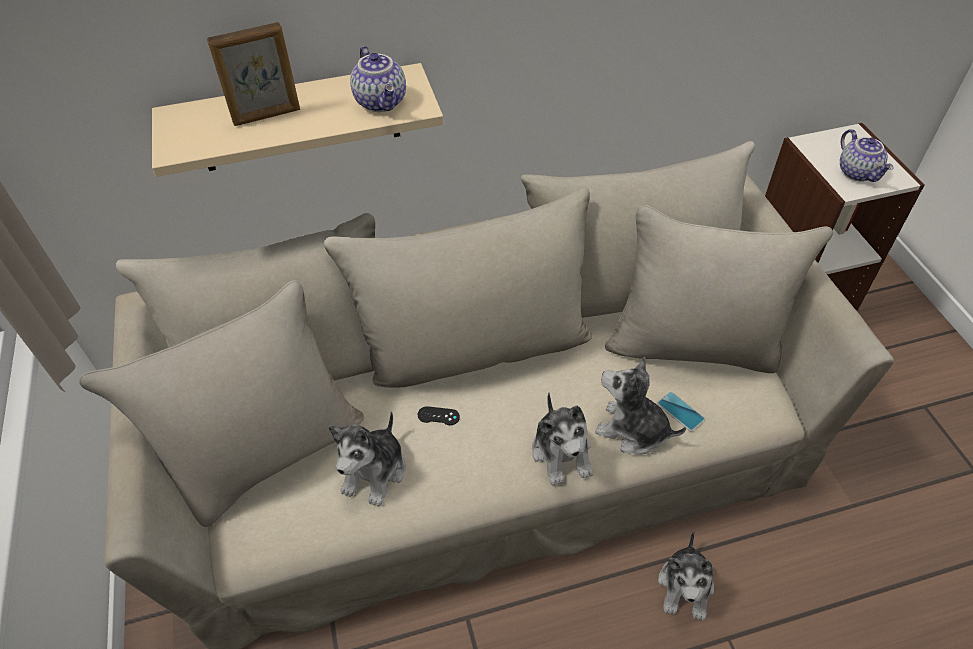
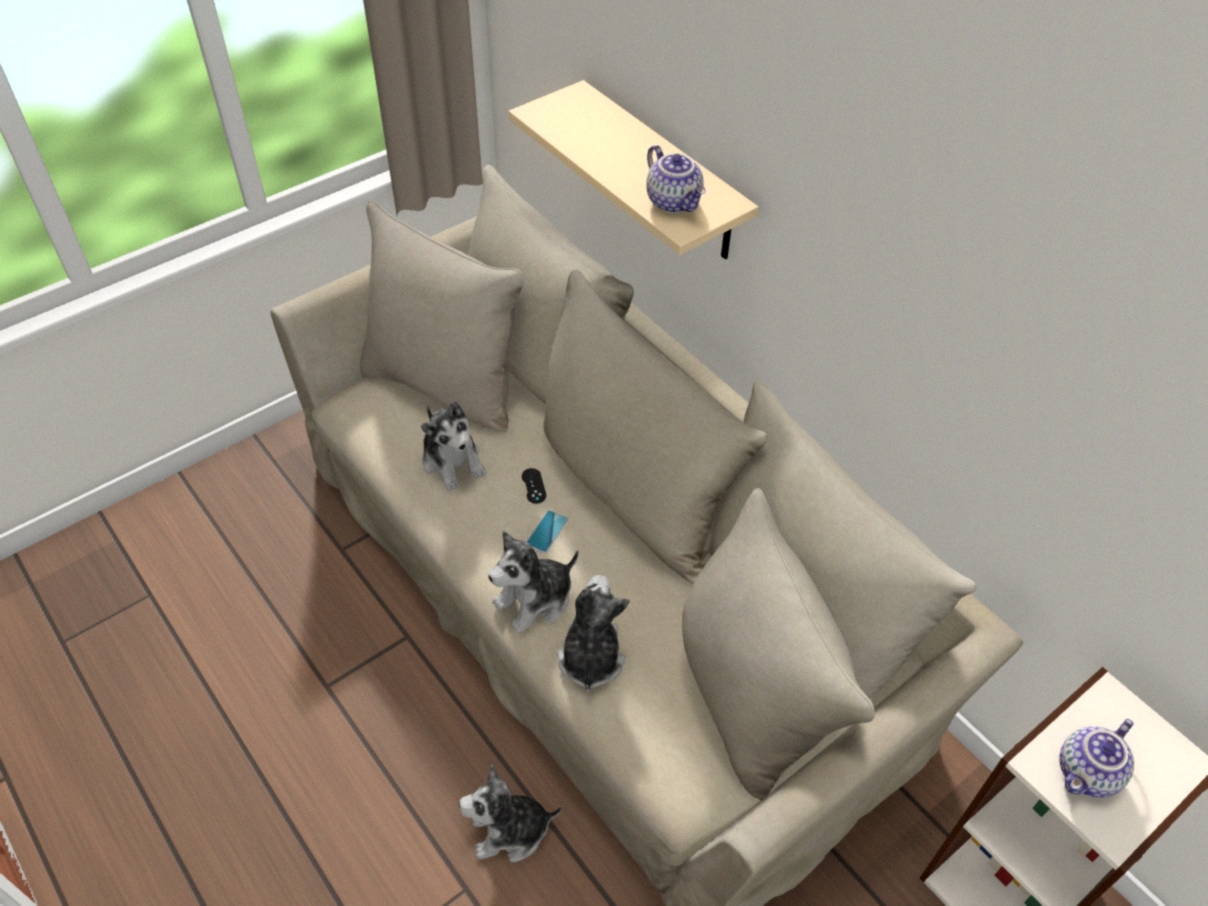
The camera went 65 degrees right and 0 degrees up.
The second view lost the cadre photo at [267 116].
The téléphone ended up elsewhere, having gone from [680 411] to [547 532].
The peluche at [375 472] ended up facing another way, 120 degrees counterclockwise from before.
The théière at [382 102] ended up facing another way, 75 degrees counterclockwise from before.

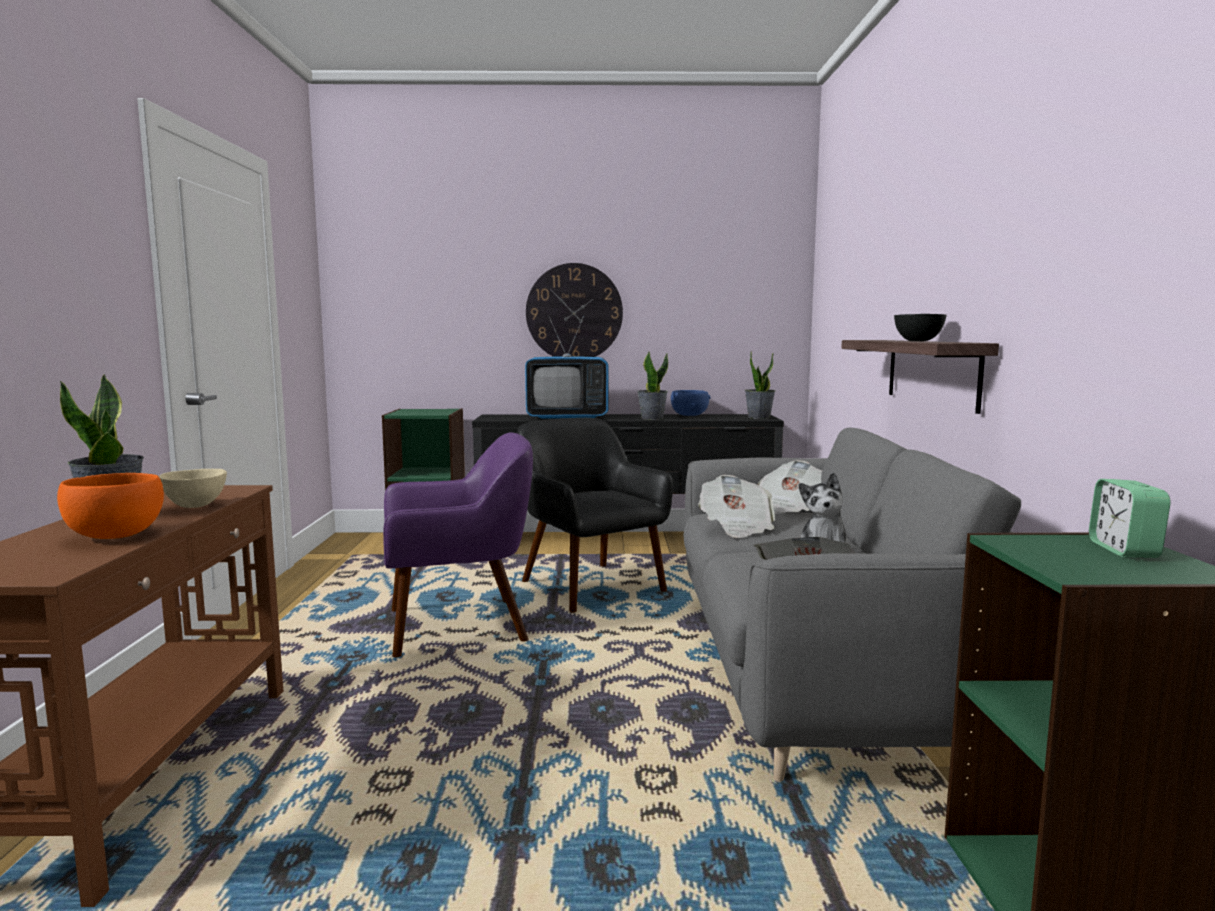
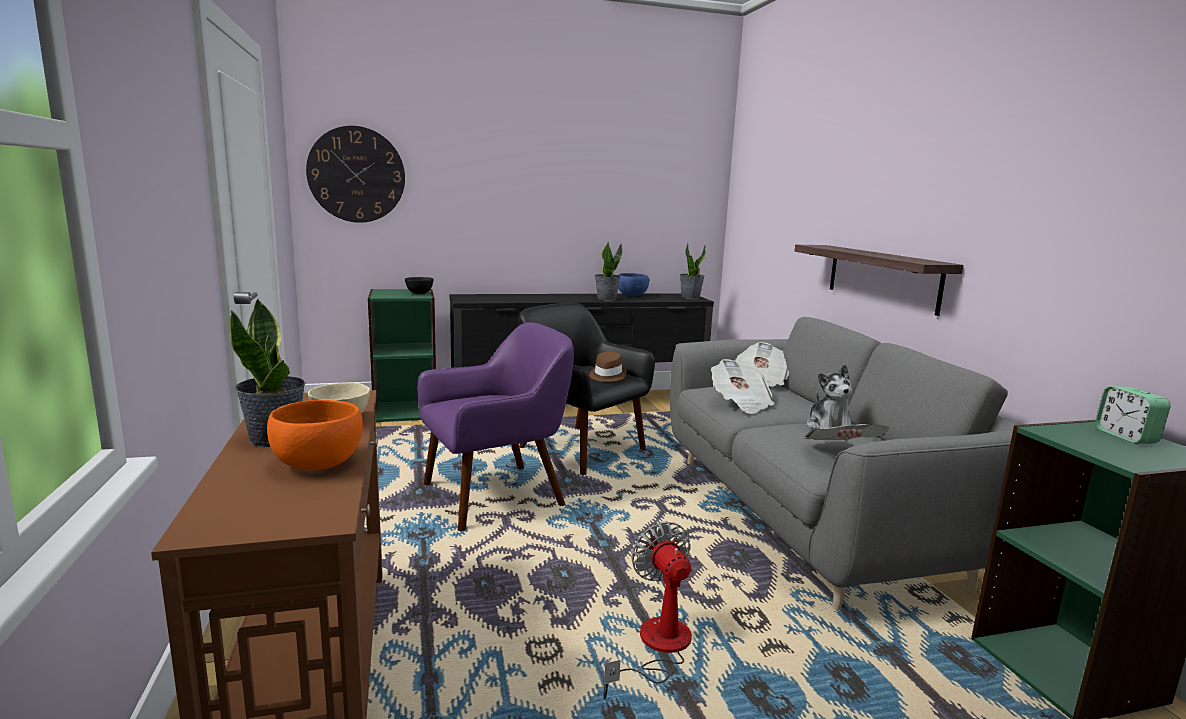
The camera went 15 degrees left and 5 degrees up.
The second view lost the téléviseur at [567 417].
The second view gained the chapeau/marron at [607 375].
The second view gained the ventilateur at [656 648].
The horloge murale ended up elsewhere, having gone from [574 312] to [356 174].
The bol/noir ended up elsewhere, having gone from [918 341] to [419 294].

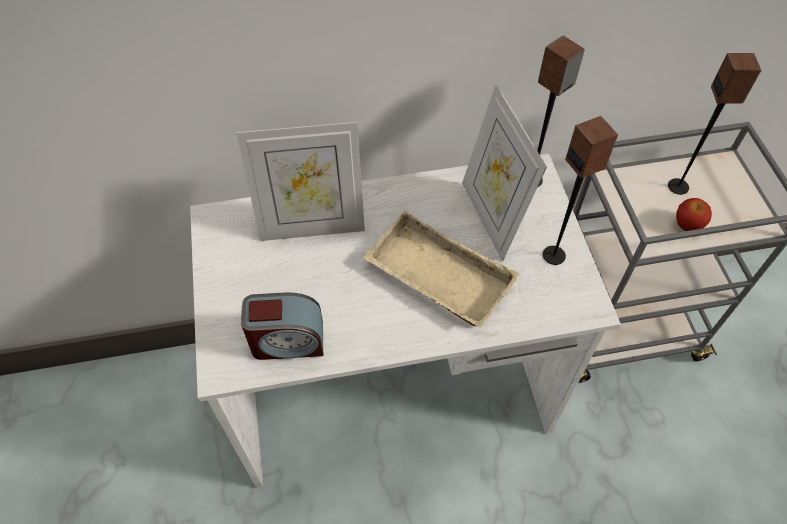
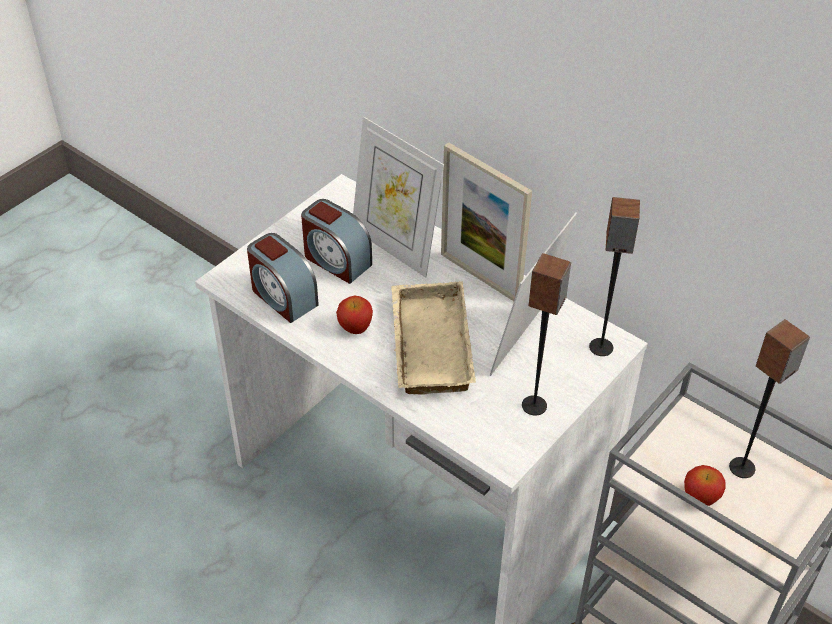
The camera went 50 degrees right and 10 degrees down.
The second view gained the réveil at [336 260].
The second view gained the pomme at [355 327].
The second view gained the cadre photo at [480 277].

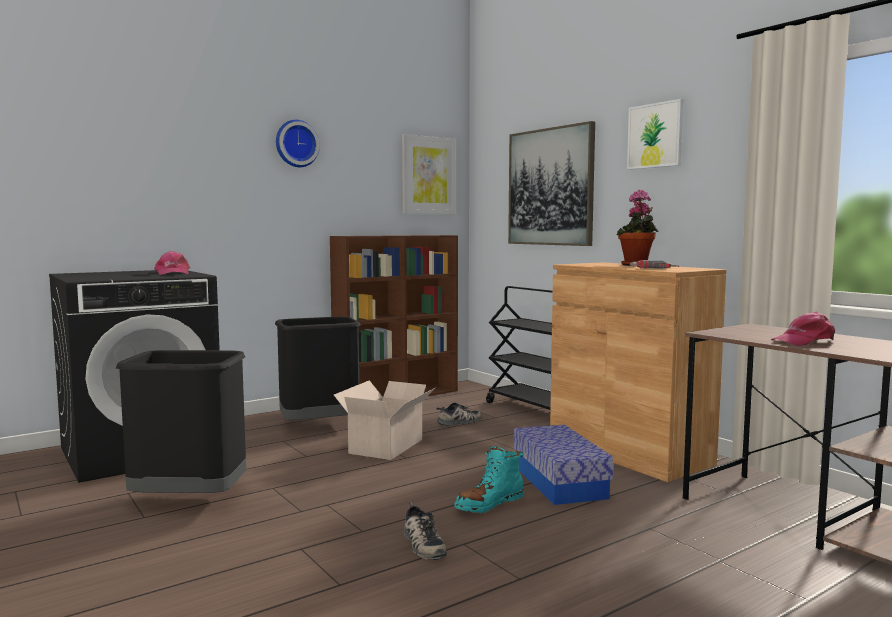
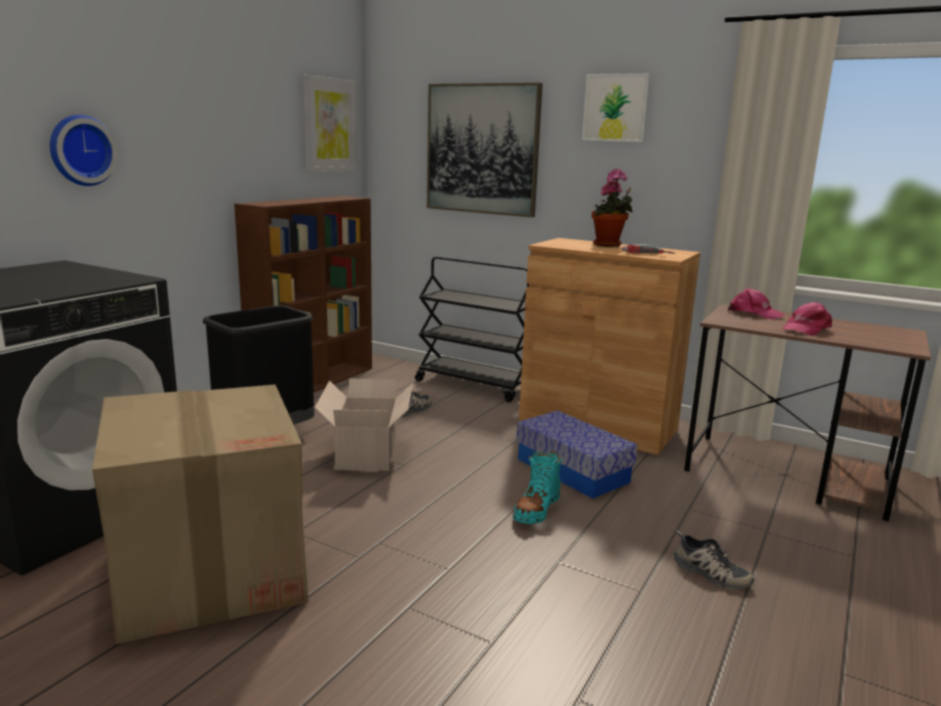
The camera went 25 degrees left and 10 degrees up.
The casquette/rose ended up elsewhere, having gone from [172 273] to [754 313].
The horloge murale ended up elsewhere, having gone from [296 144] to [80 150].
The chaussure ended up elsewhere, having gone from [422 544] to [709 573].
Where the poubelle/noir stood at [190 500], the carton came to stand at [211 571].

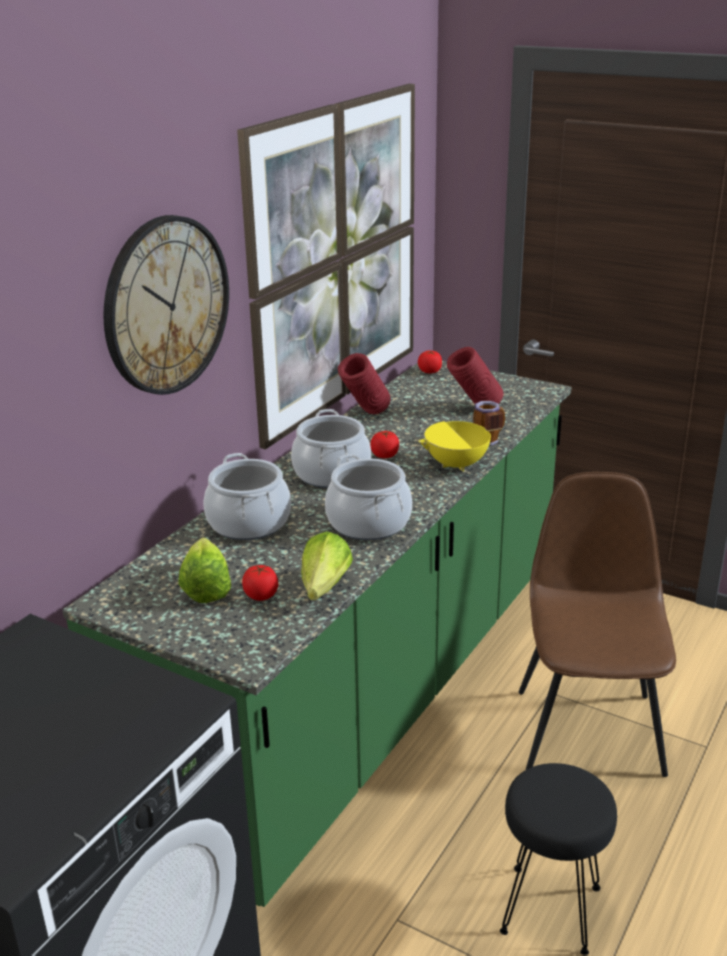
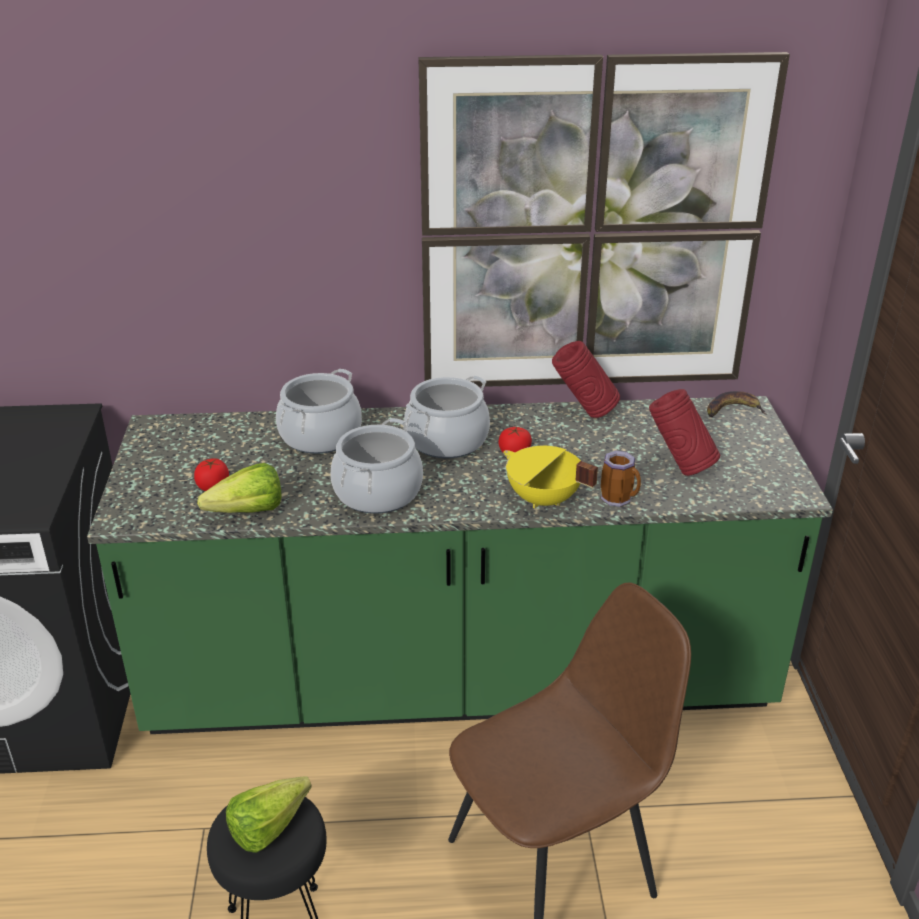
The camera went 55 degrees right and 5 degrees up.
The second view lost the horloge murale at [166 305].
The laitue ended up elsewhere, having gone from [208 585] to [275 825].
Where the tomate stood at [430 371], the banane came to stand at [733 410].

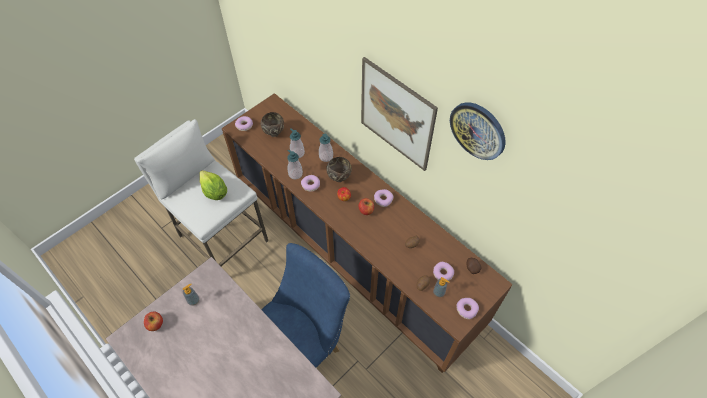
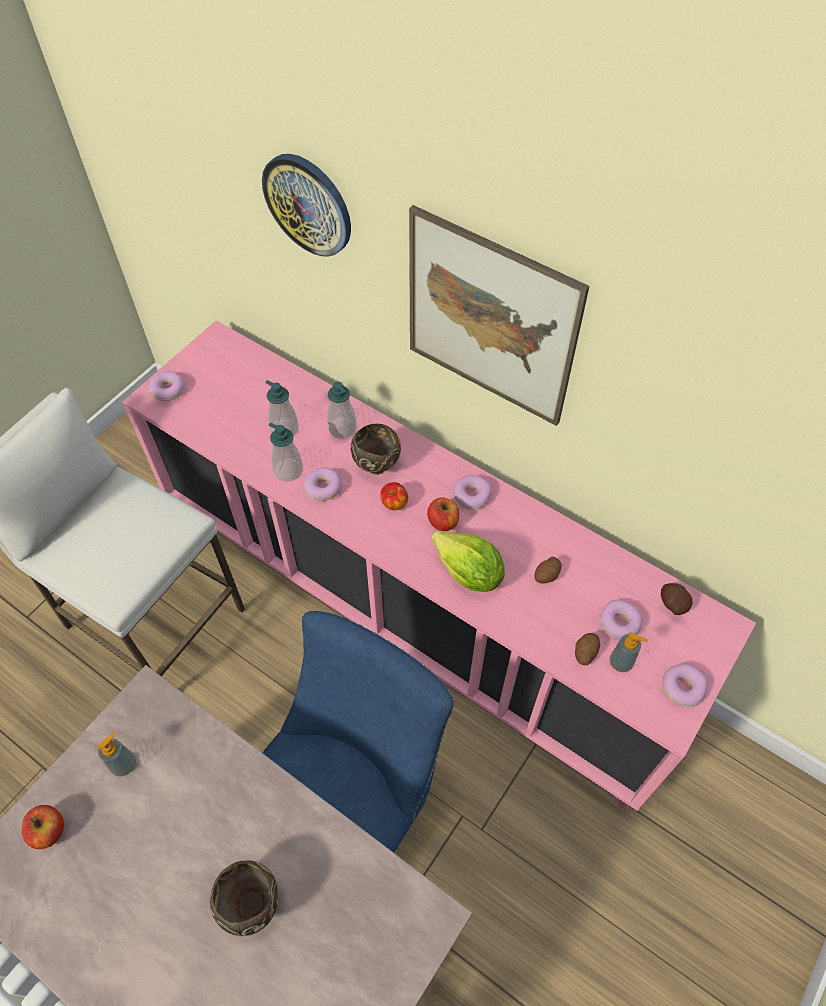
The camera went 10 degrees left and 0 degrees up.
The laitue ended up elsewhere, having gone from [214 192] to [468 574].
The bol/marron ended up elsewhere, having gone from [274 133] to [250 903].
The horloge murale ended up elsewhere, having gone from [478 130] to [308 204].
What was the meuble de rangement/marron at [353 253] turned into the meuble de rangement/rose at [413 607].

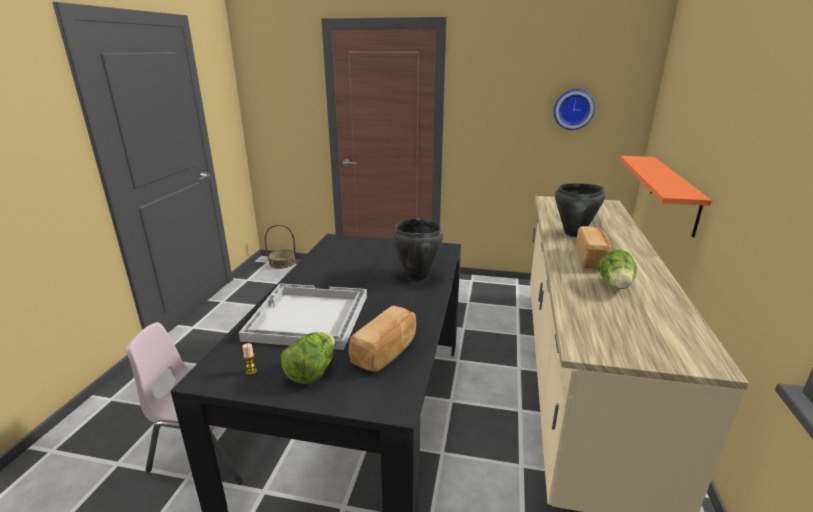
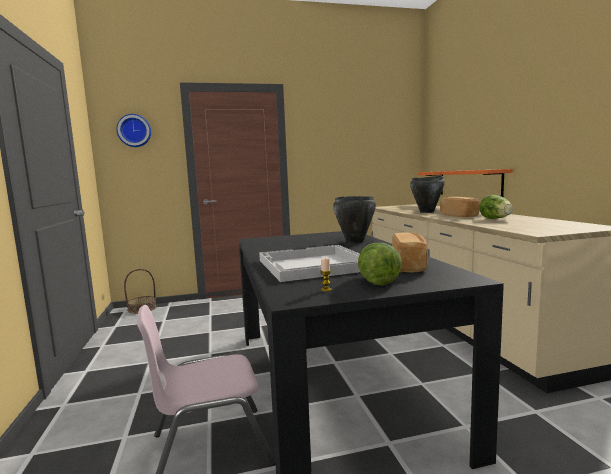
The camera went 25 degrees left and 15 degrees down.
The horloge murale ended up elsewhere, having gone from [573 109] to [134 131].

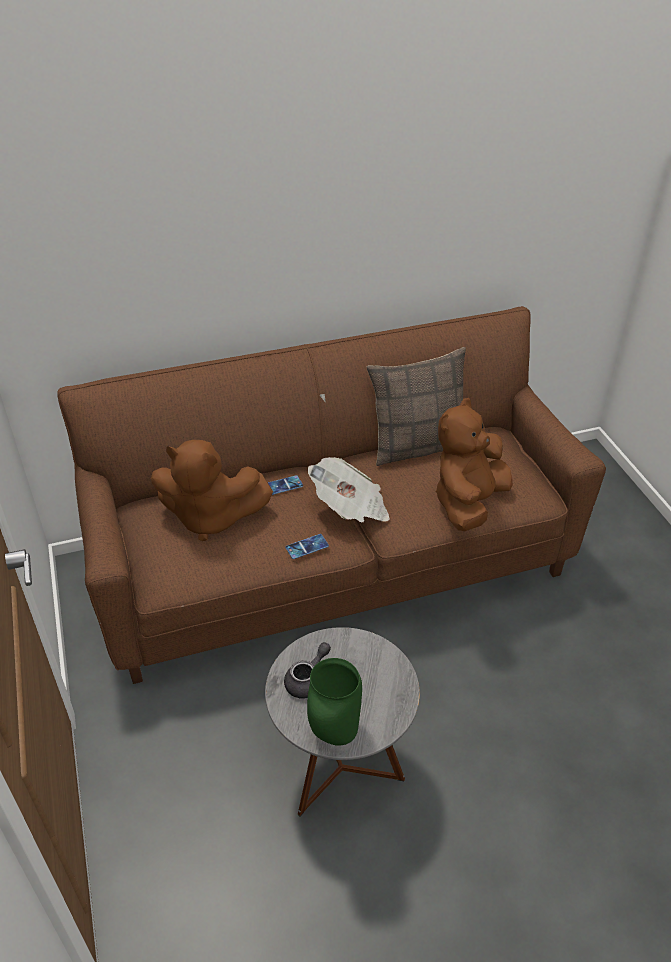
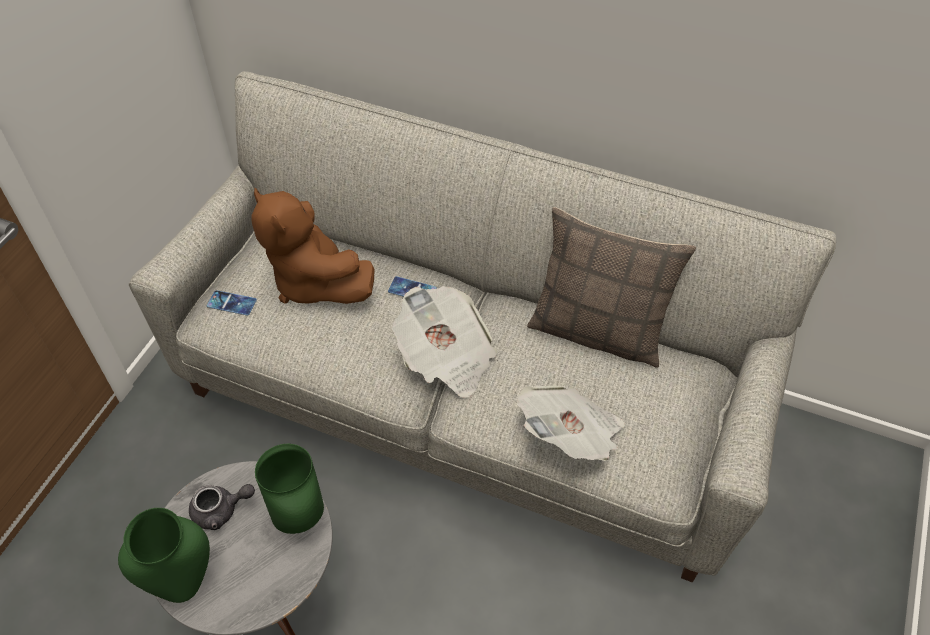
The camera went 40 degrees right and 10 degrees up.
The second view gained the vase/vert at [298 520].
The téléphone ended up elsewhere, having gone from [307 547] to [231 303].
Where the peluche/marron stood at [468 503], the journal came to stand at [571 436].
What was the canapé/marron at [335 568] turned into the canapé/gris at [465 404].

